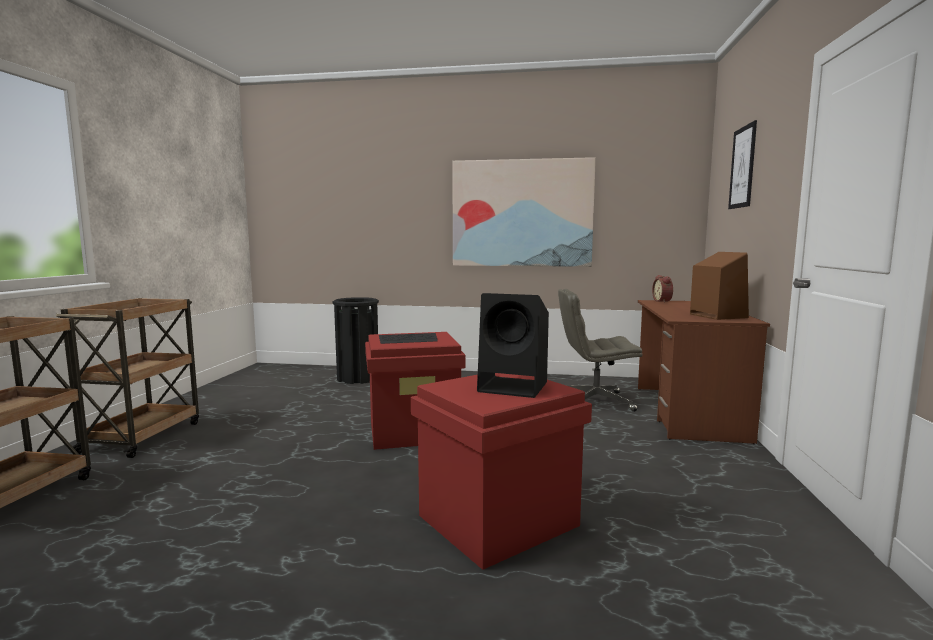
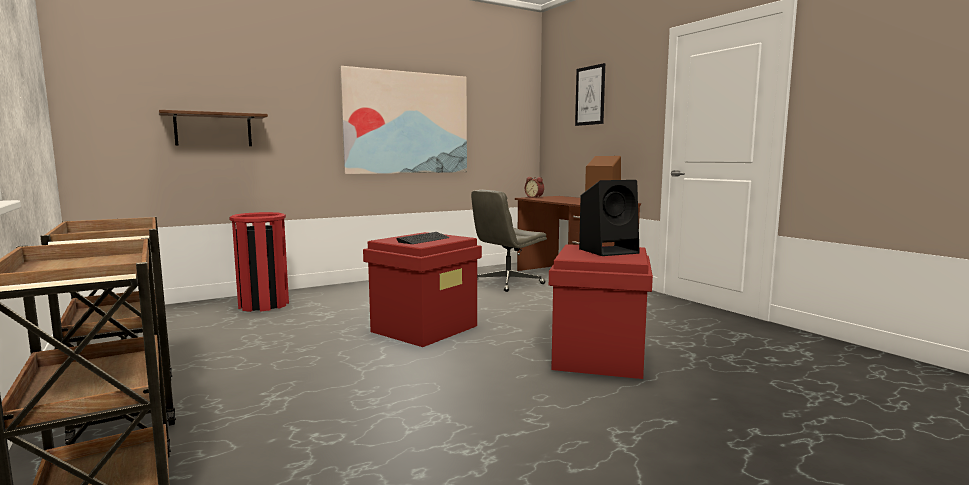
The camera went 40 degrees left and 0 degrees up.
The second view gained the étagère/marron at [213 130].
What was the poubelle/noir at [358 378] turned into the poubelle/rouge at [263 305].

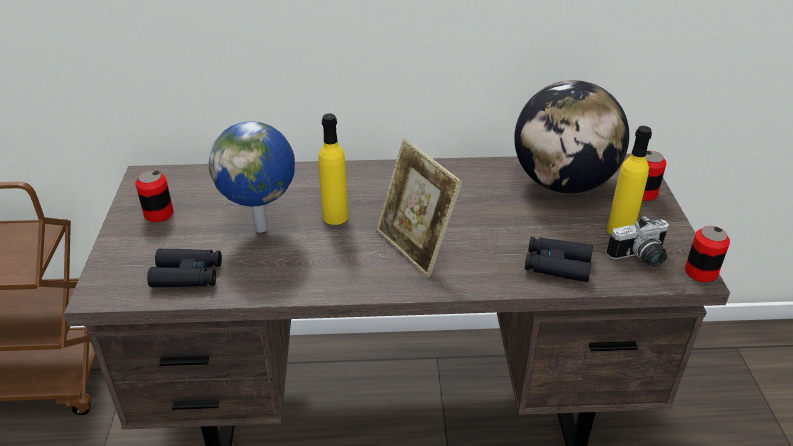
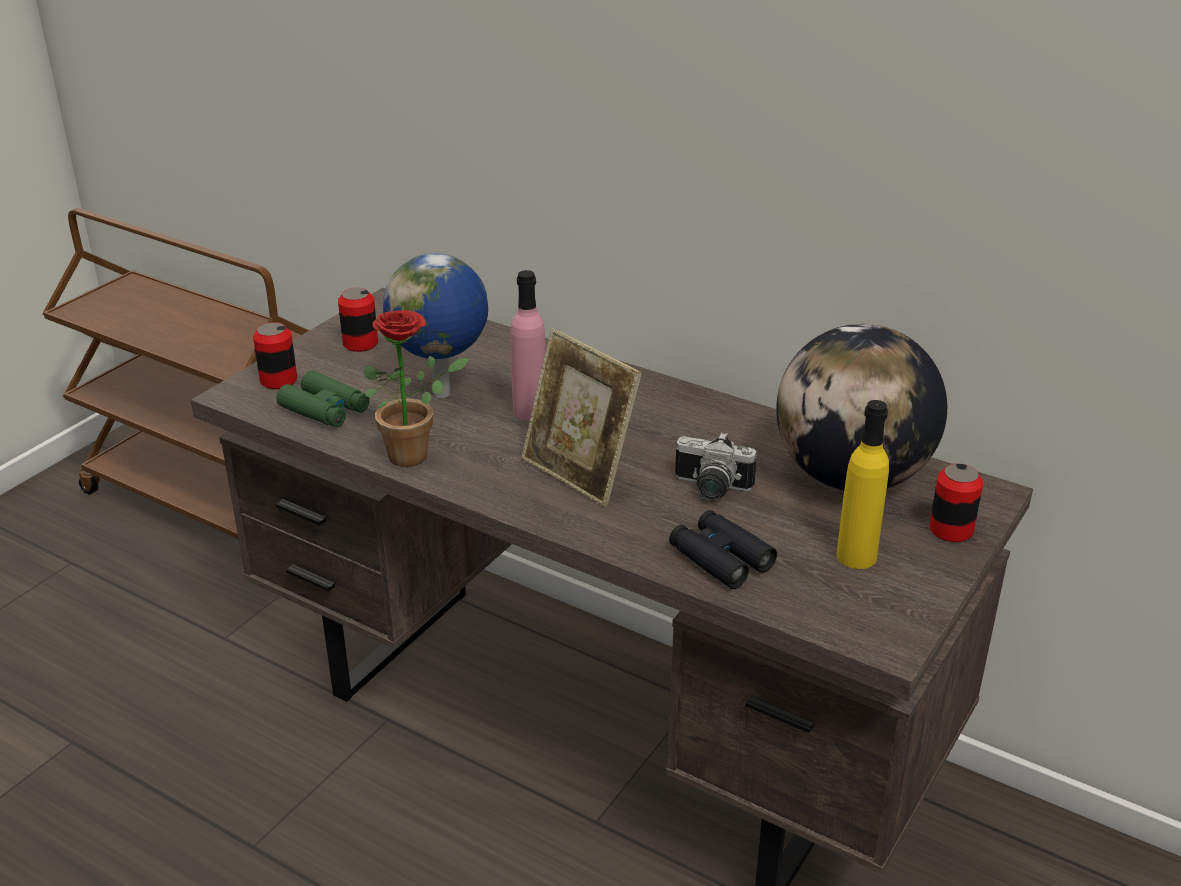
The camera went 35 degrees right and 5 degrees down.
The second view gained the plante en pot at [416 454].
The appareil photo ended up elsewhere, having gone from [640 258] to [710 489].
The boîte métallique ended up elsewhere, having gone from [700 272] to [278 380].
What was the jumelles/noir at [187 275] turned into the jumelles/vert at [325 409].
What was the bouteille/jaune at [335 217] turned into the bouteille/rose at [529 411].
The cadre photo at [415 247] ended up facing another way, 45 degrees counterclockwise from before.

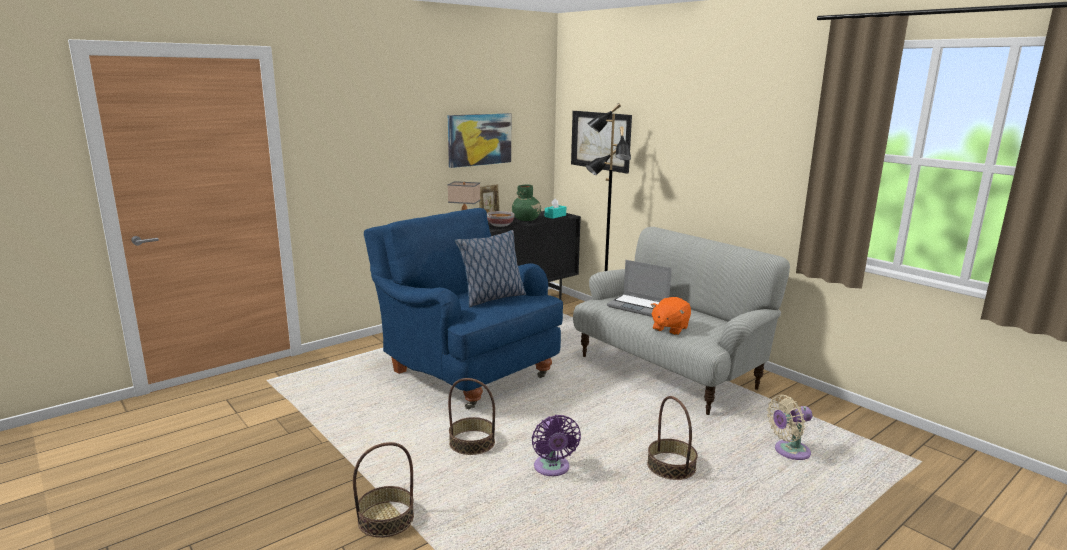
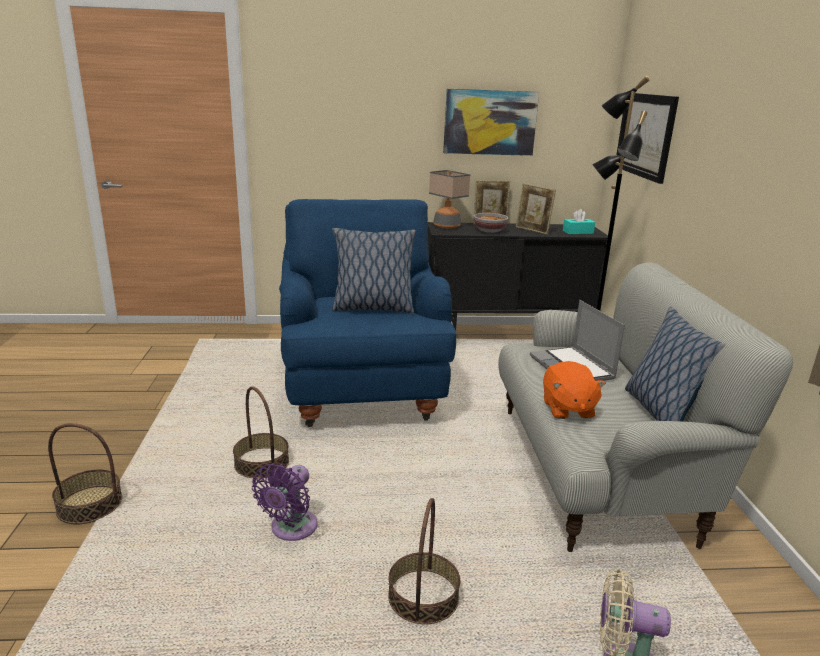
The camera went 35 degrees right and 5 degrees up.
The second view gained the coussin at [660 412].
Where the vase/vert stood at [526 220], the cadre photo came to stand at [532 230].
The peluche/orange at [669 328] ended up facing another way, 75 degrees counterclockwise from before.

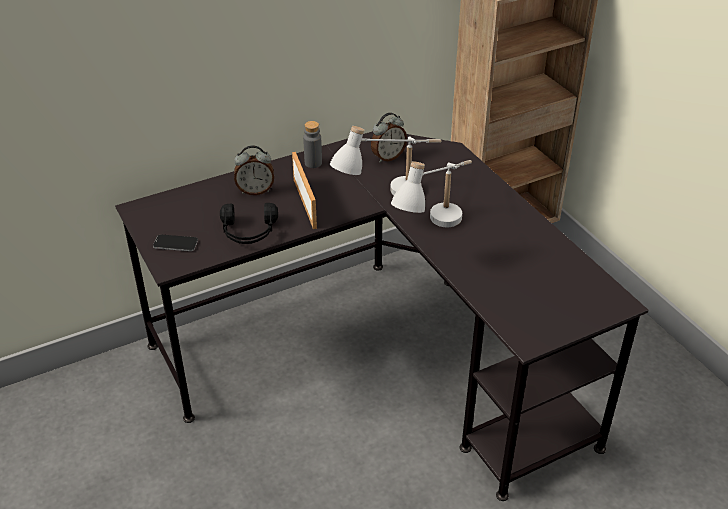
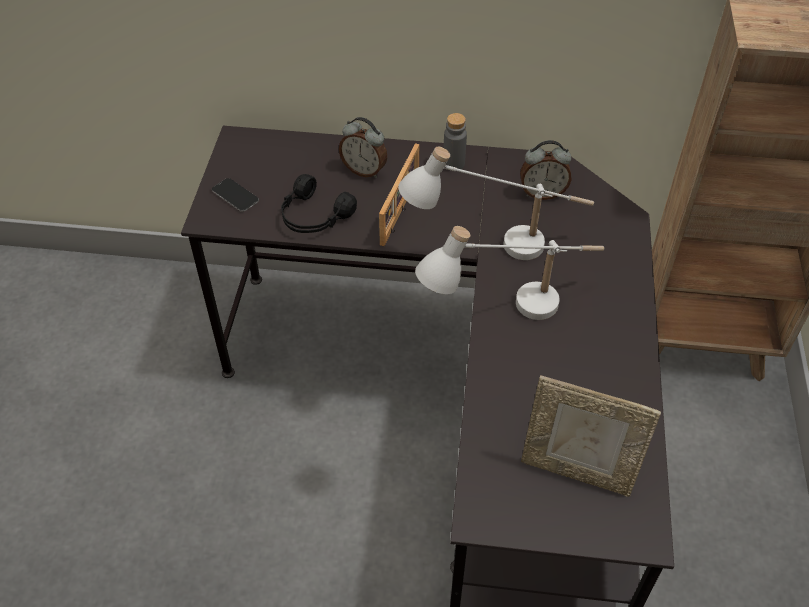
The camera went 35 degrees right and 10 degrees up.
The second view gained the cadre photo at [577 471].

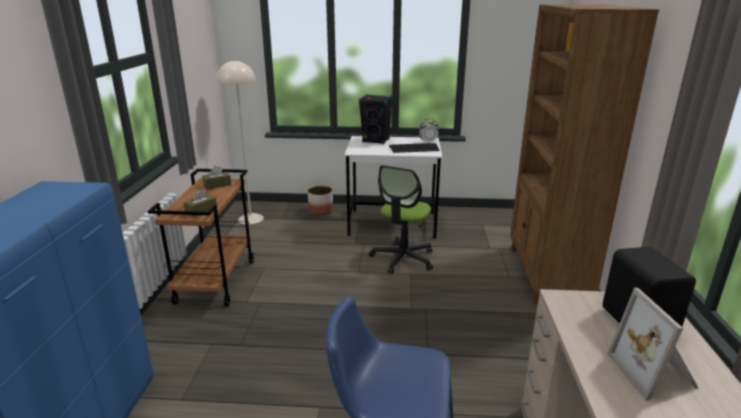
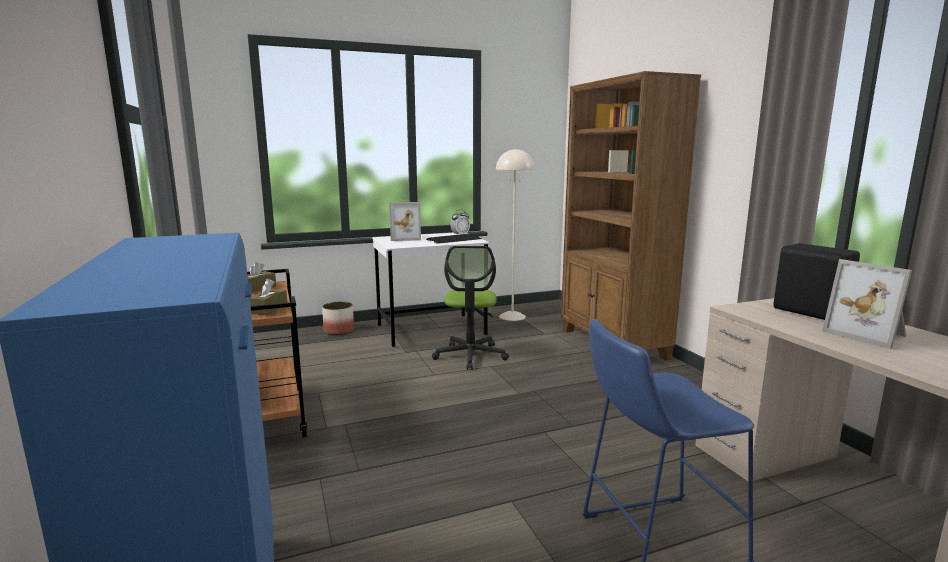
The camera went 25 degrees left and 10 degrees down.
The lampadaire/beige ended up elsewhere, having gone from [251 218] to [512 316].
Where the enceinte/noir stood at [376 141], the cadre photo came to stand at [405 238].

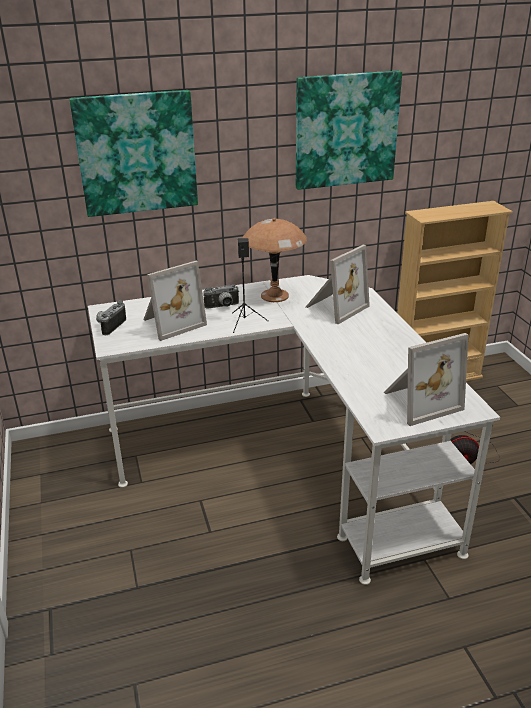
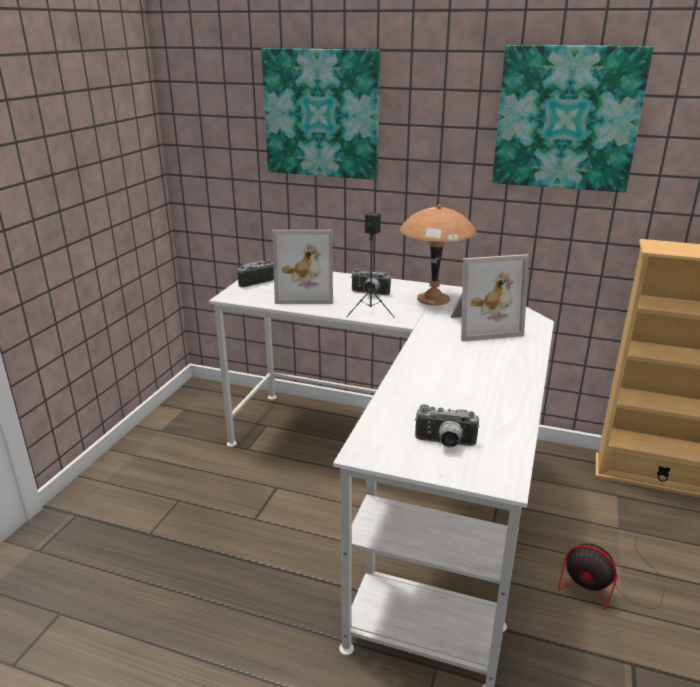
The camera went 35 degrees right and 5 degrees down.
Where the cadre photo stood at [419 401], the appareil photo came to stand at [445 444].

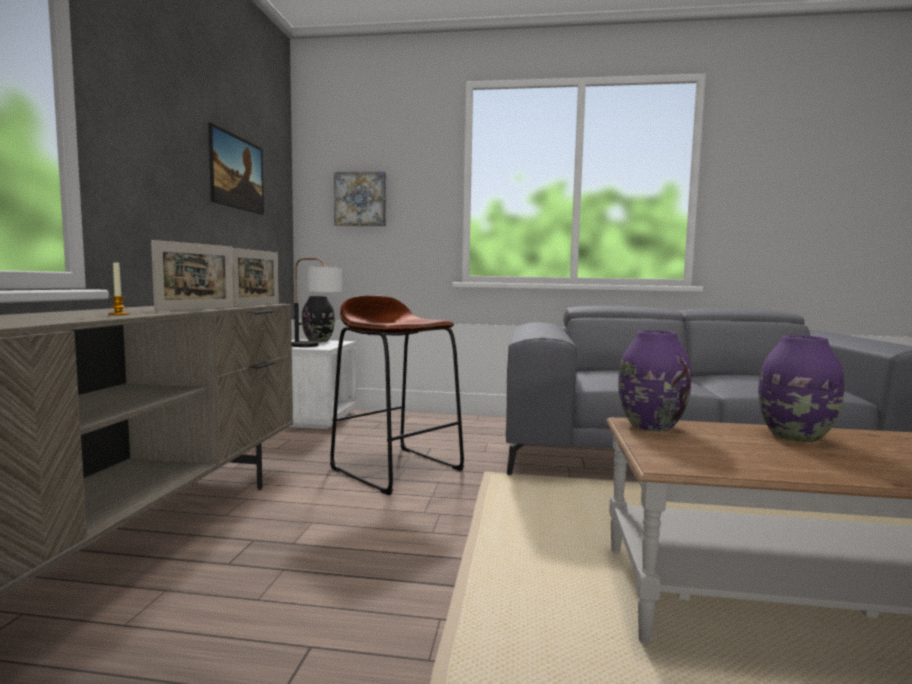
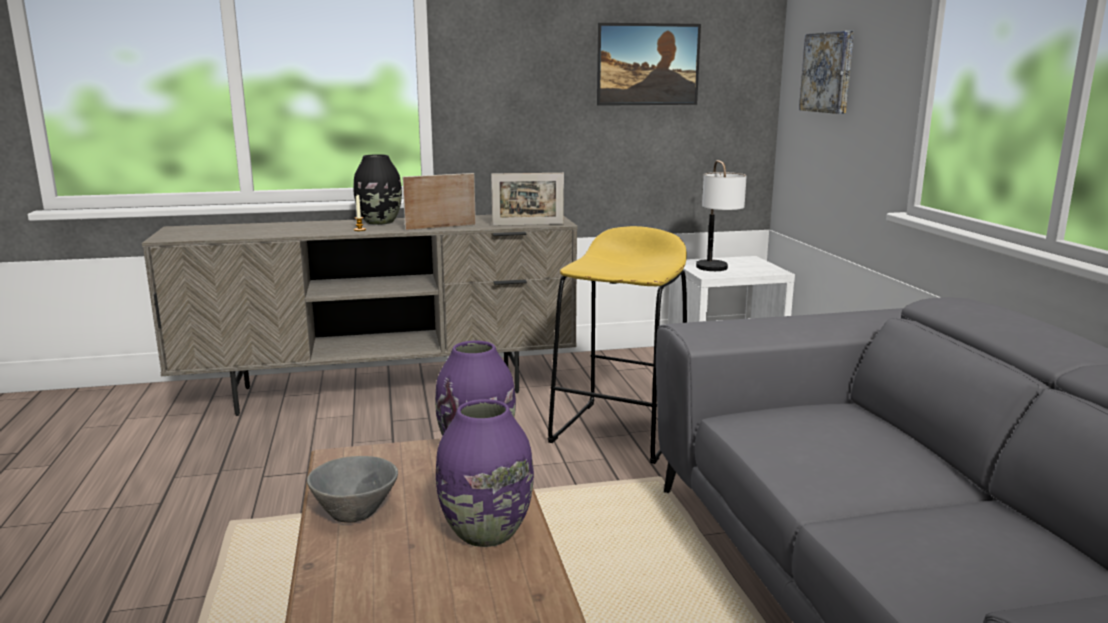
The camera went 70 degrees right and 10 degrees up.
The second view gained the bol/gris at [357 512].
The vase/noir ended up elsewhere, having gone from [318 341] to [380 222].
What was the tabouret/marron at [397 469] turned into the tabouret/jaune at [620 431].
The cadre photo at [197 309] ended up facing another way, 150 degrees clockwise from before.

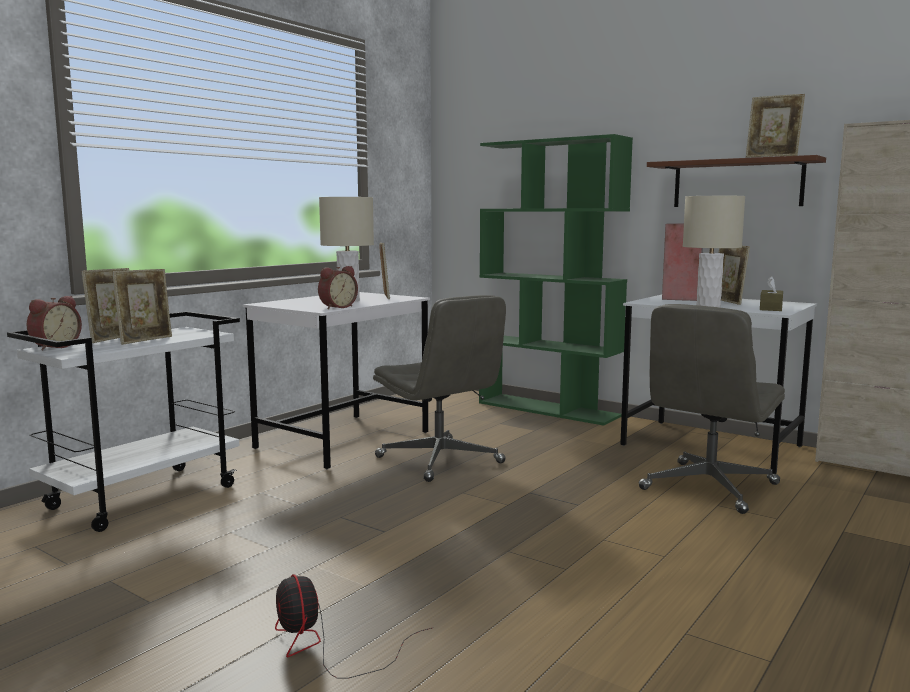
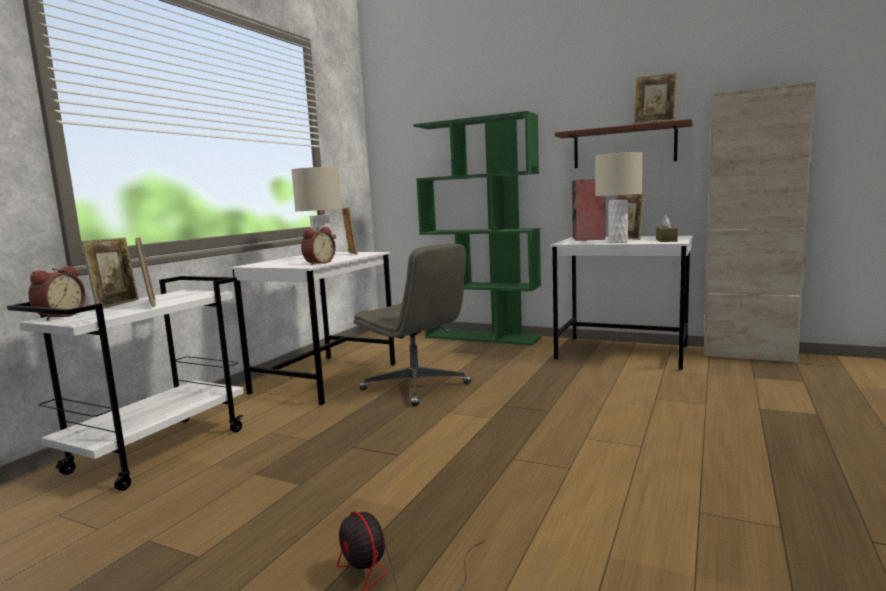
The camera went 10 degrees left and 0 degrees up.
The second view lost the chaise de bureau/gris at [709 487].
The cadre photo at [146 340] ended up facing another way, 45 degrees counterclockwise from before.

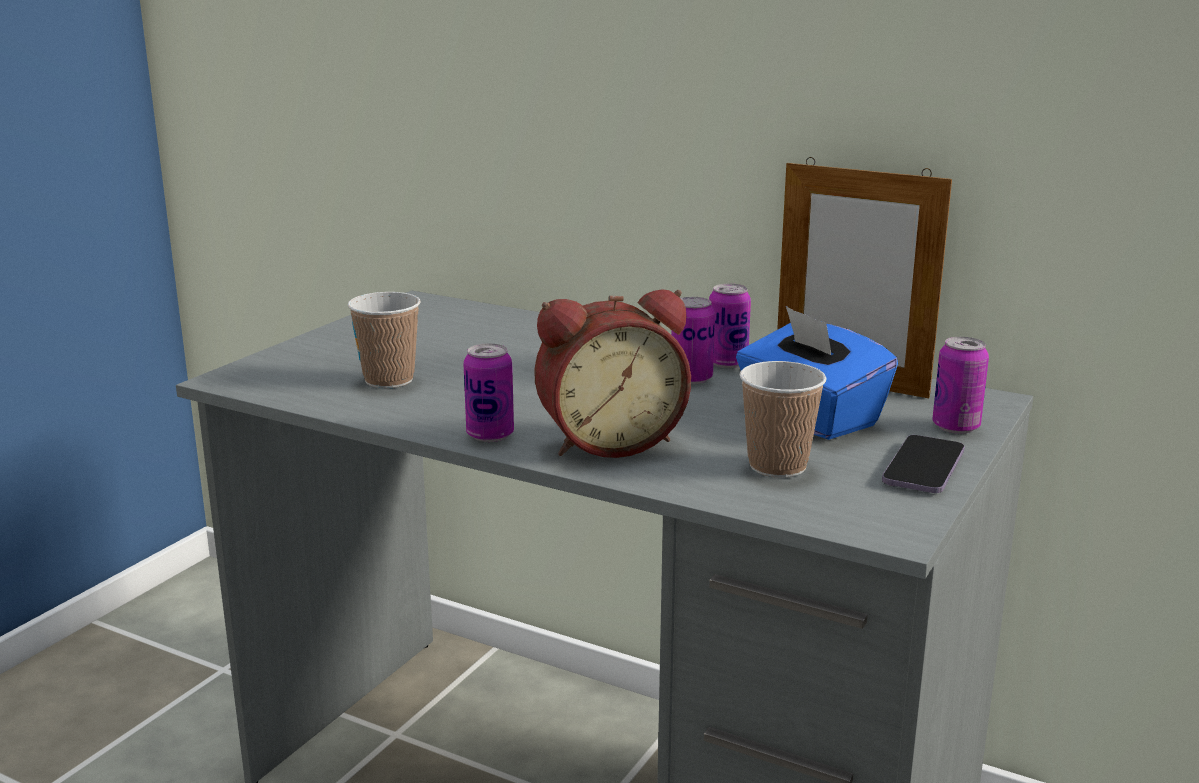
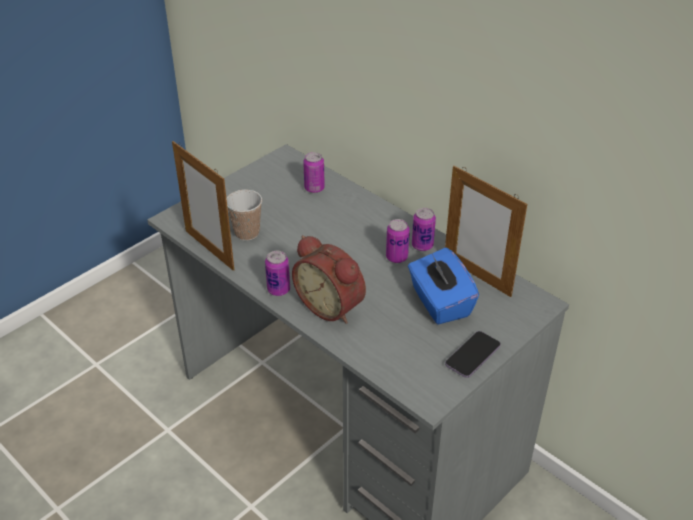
The camera went 15 degrees right and 20 degrees up.
The second view lost the tasse at [777 466].
The second view gained the cadre photo at [209 250].
The boîte métallique ended up elsewhere, having gone from [955 426] to [314 188].
The réveil at [609 441] ended up facing another way, 45 degrees clockwise from before.

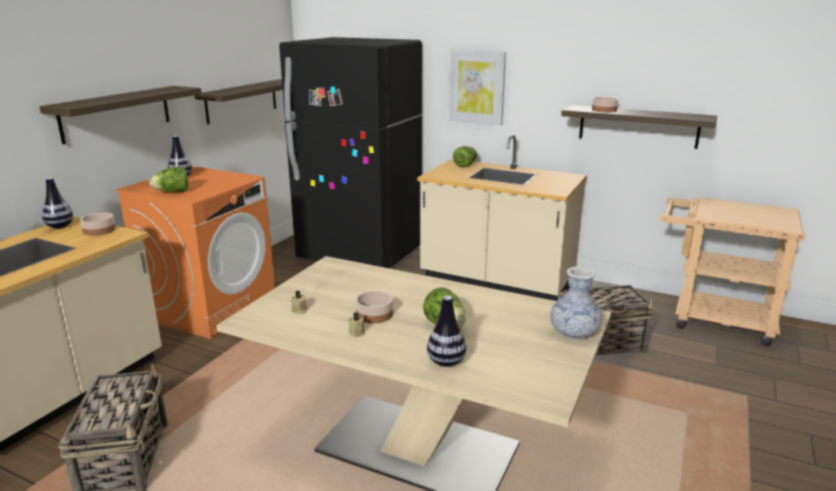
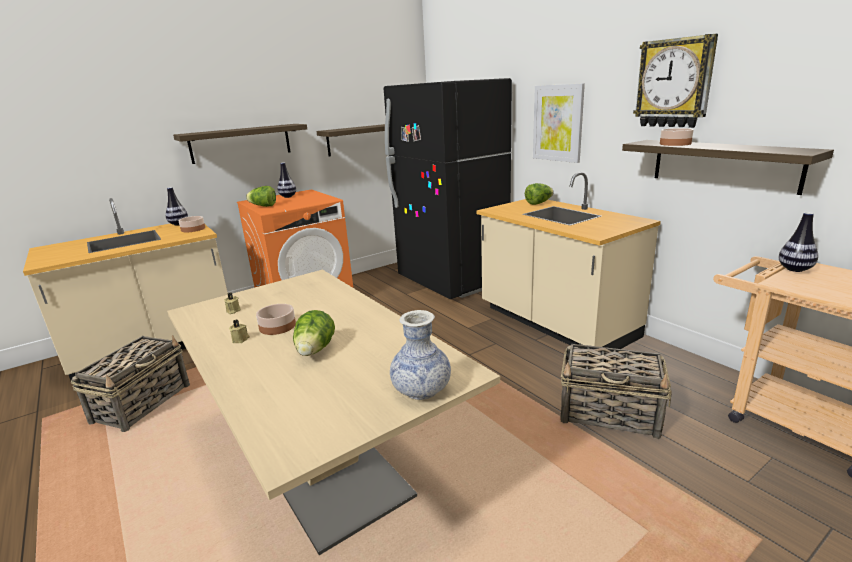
The camera went 30 degrees right and 0 degrees up.
The second view gained the horloge murale at [674 83].
The vase ended up elsewhere, having gone from [446 362] to [795 269].

